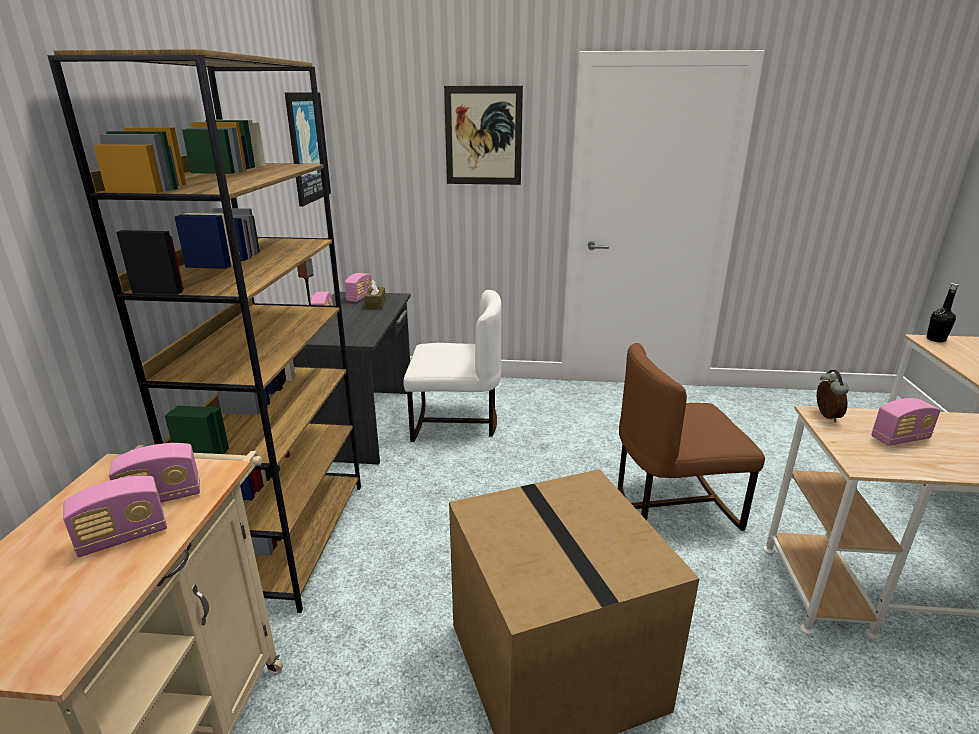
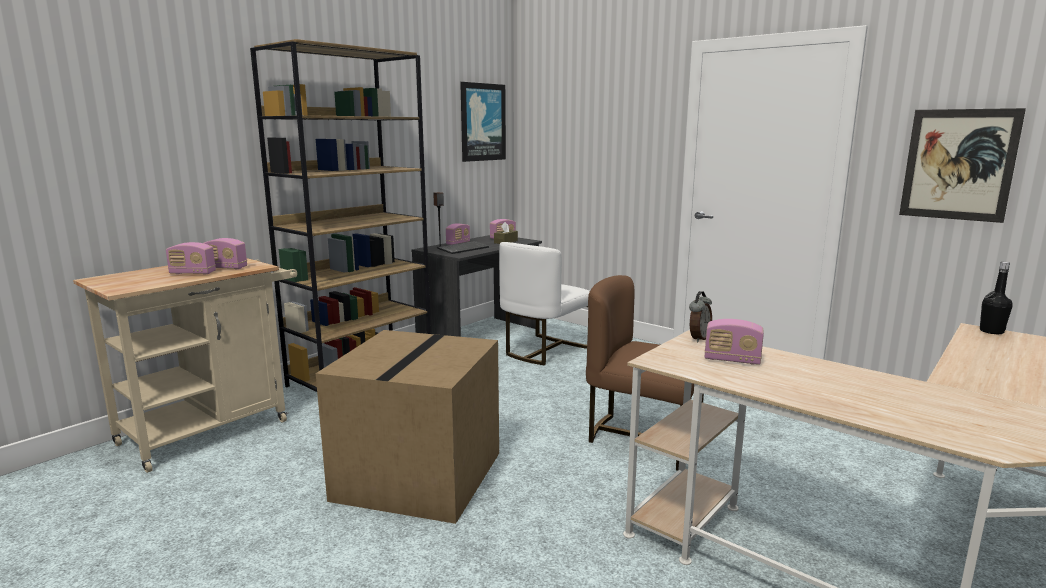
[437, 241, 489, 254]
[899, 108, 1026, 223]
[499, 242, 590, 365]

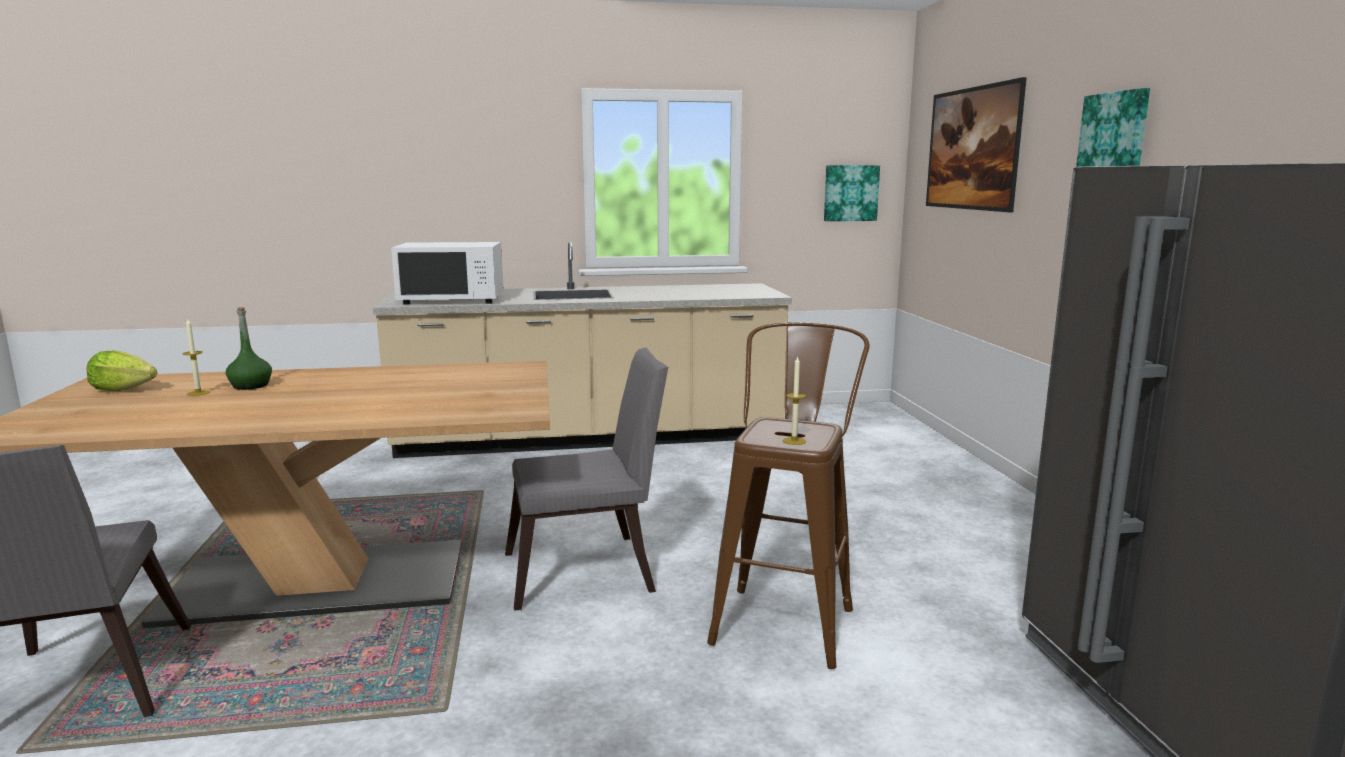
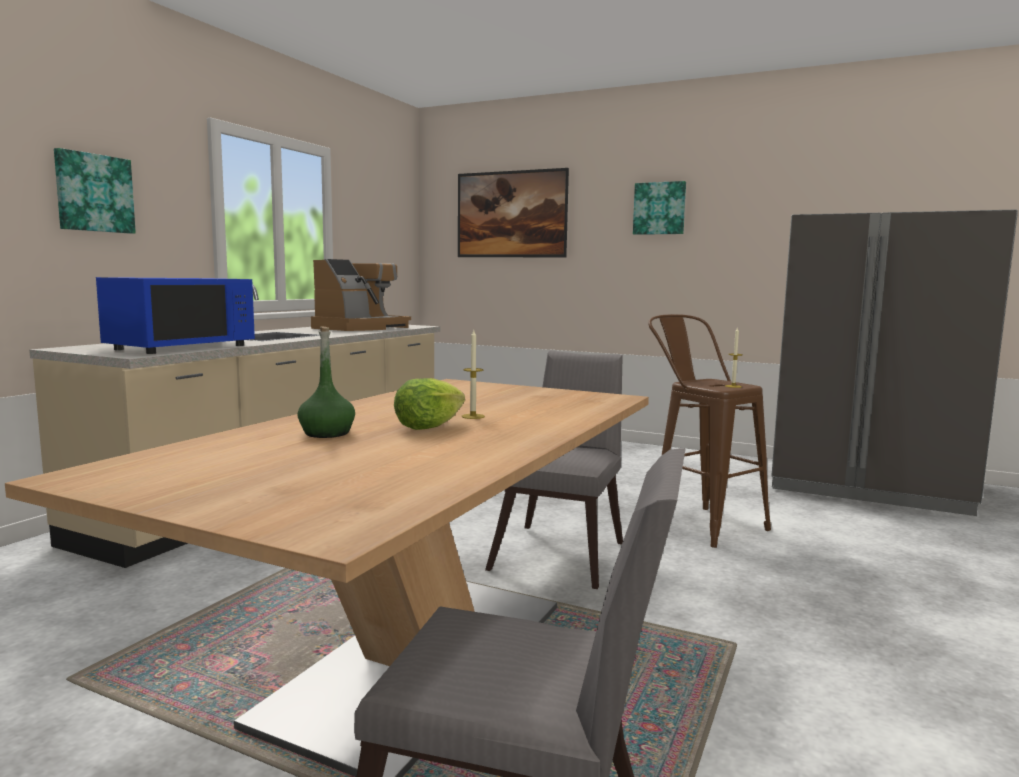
[311, 259, 411, 331]
[394, 378, 465, 430]
[462, 330, 485, 419]
[54, 148, 136, 234]
[96, 277, 255, 354]

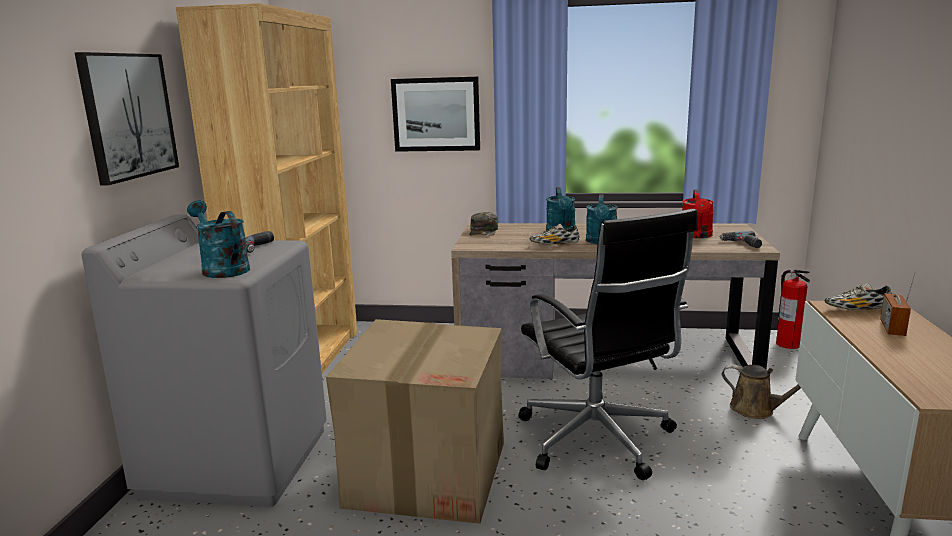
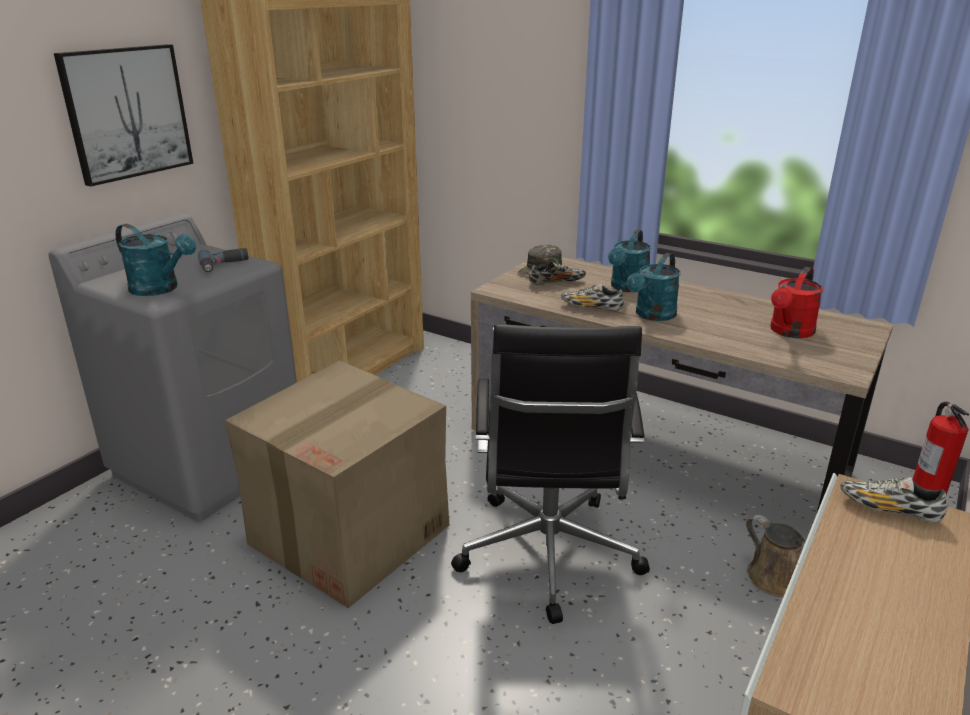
[391, 77, 480, 152] (first image)
[720, 231, 762, 248] (first image)
[880, 272, 916, 336] (first image)
[529, 262, 586, 285]
[115, 224, 196, 296]

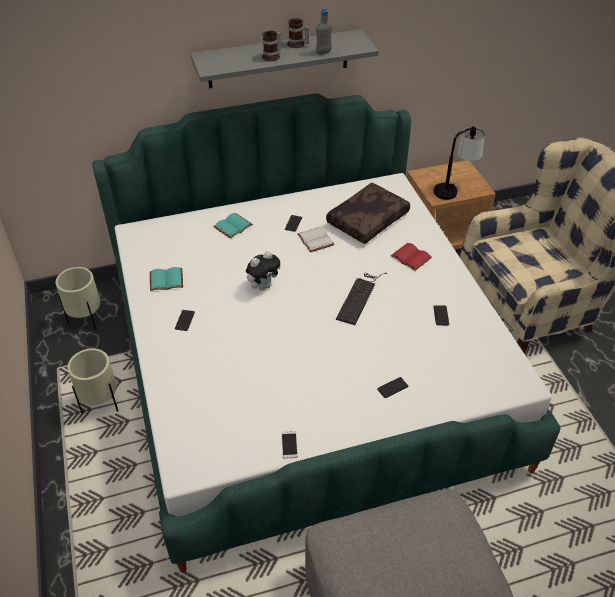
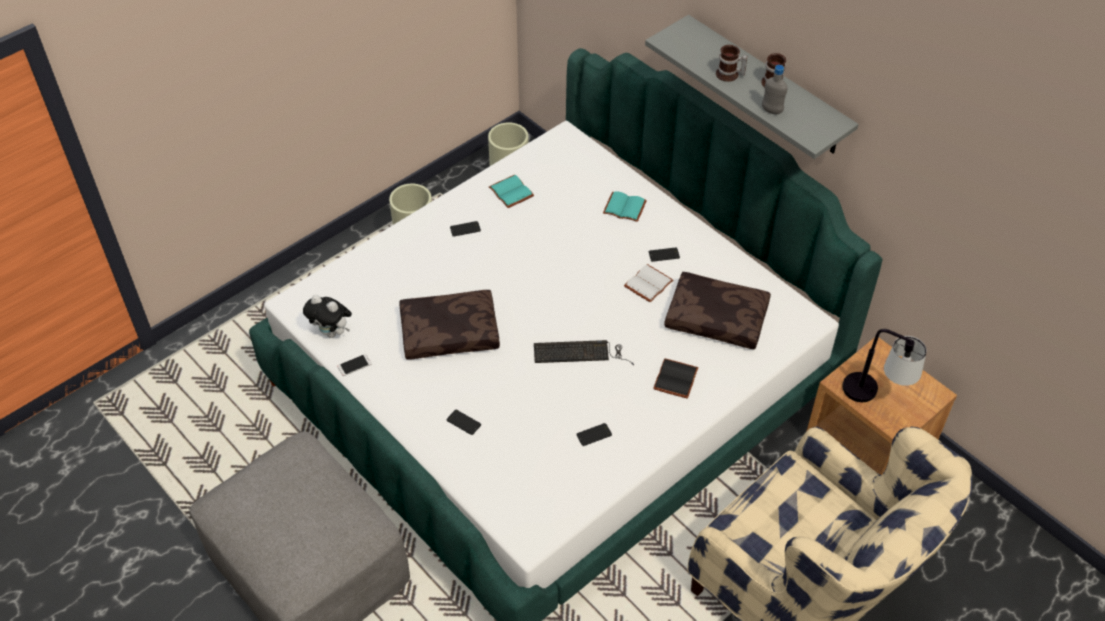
[399, 290, 500, 359]
[303, 295, 352, 338]
[653, 358, 698, 399]

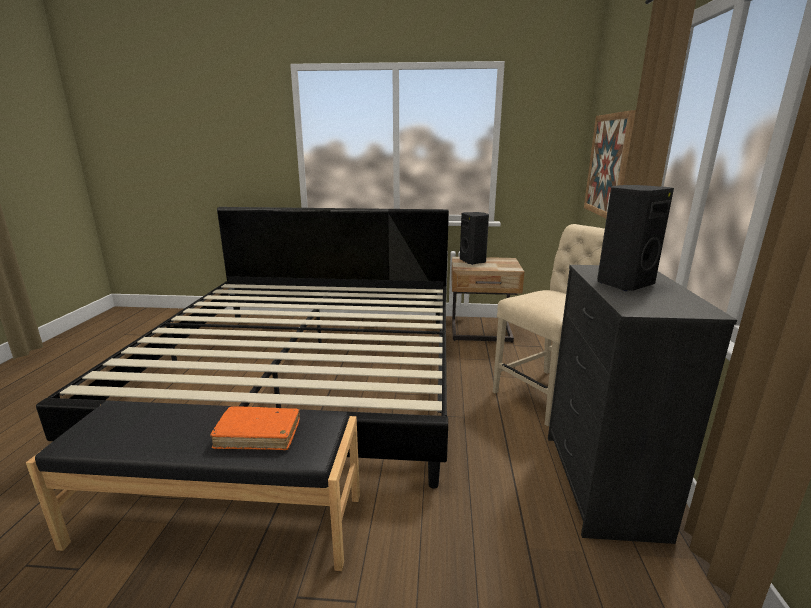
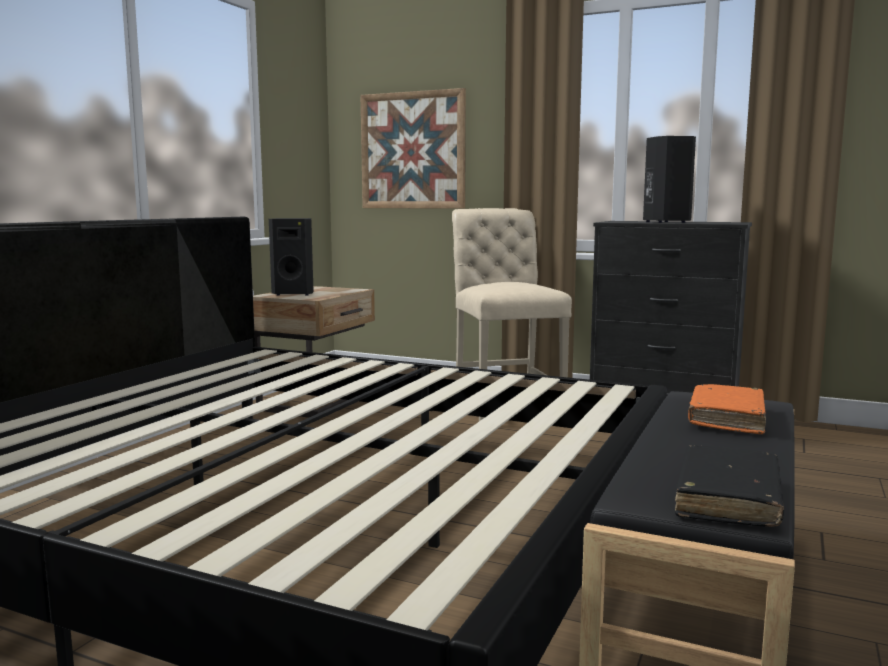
[675, 445, 784, 527]

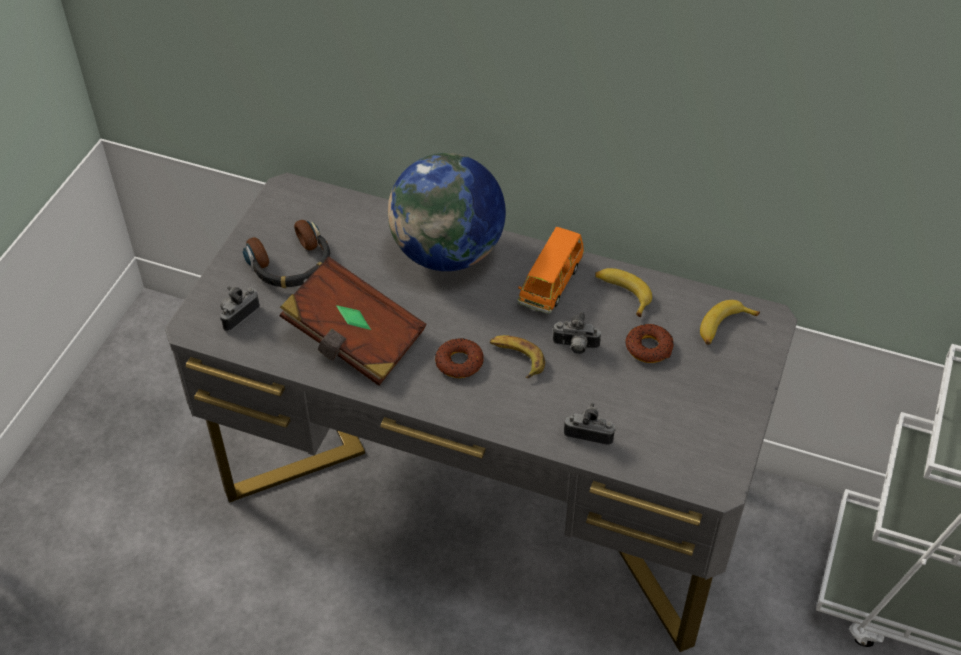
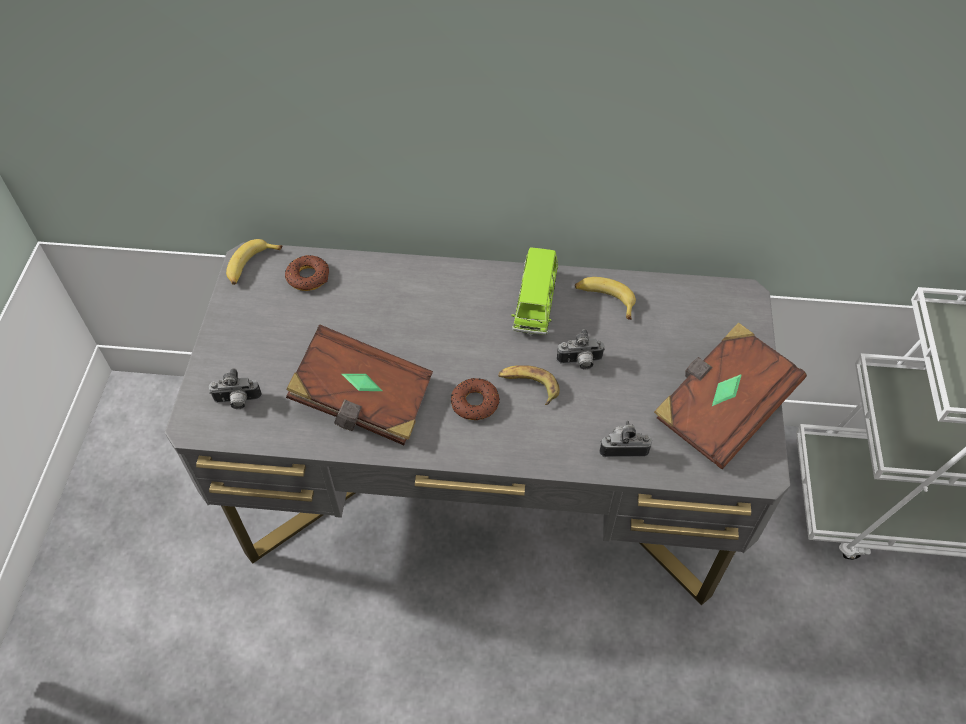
[243, 220, 330, 288] (first image)
[388, 153, 506, 271] (first image)
[654, 322, 807, 469]
[285, 255, 329, 291]
[226, 239, 283, 285]
[511, 248, 559, 335]
[209, 368, 262, 409]

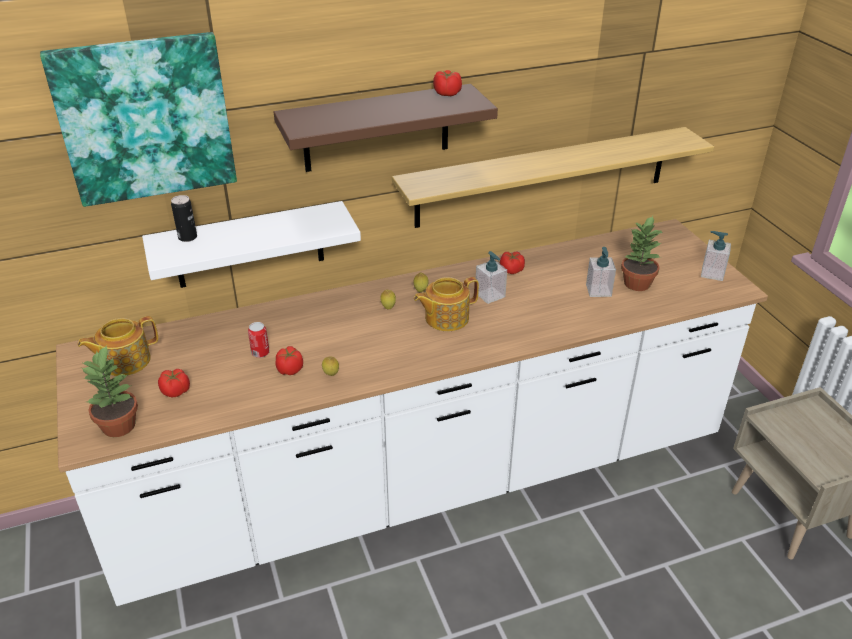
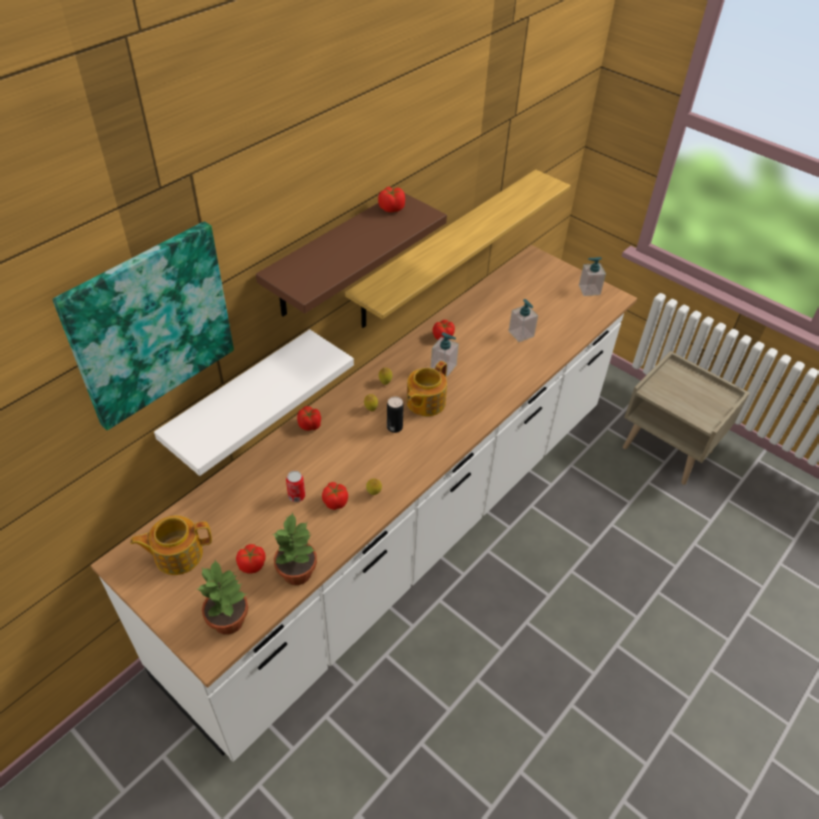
[297, 406, 321, 431]
[387, 396, 404, 433]
[273, 513, 317, 585]
[130, 516, 212, 575]

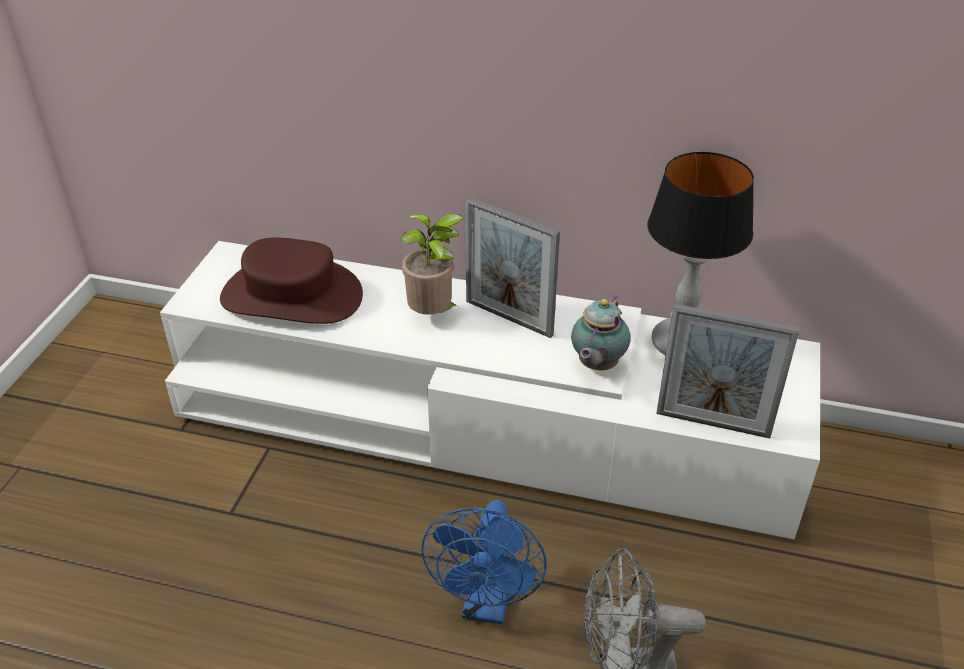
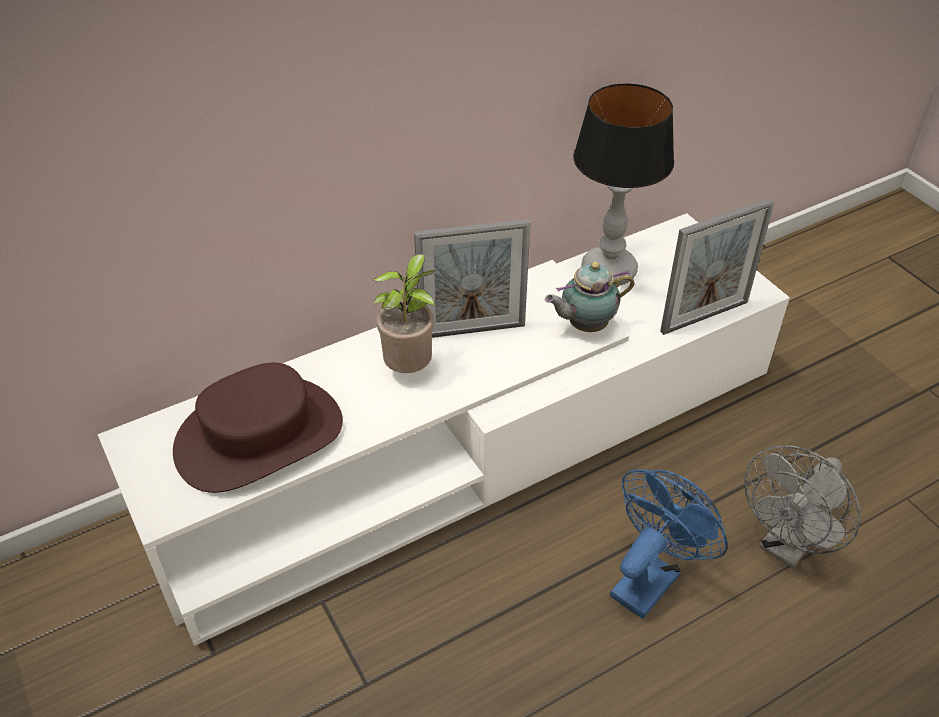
[610, 469, 728, 619]
[545, 262, 634, 332]

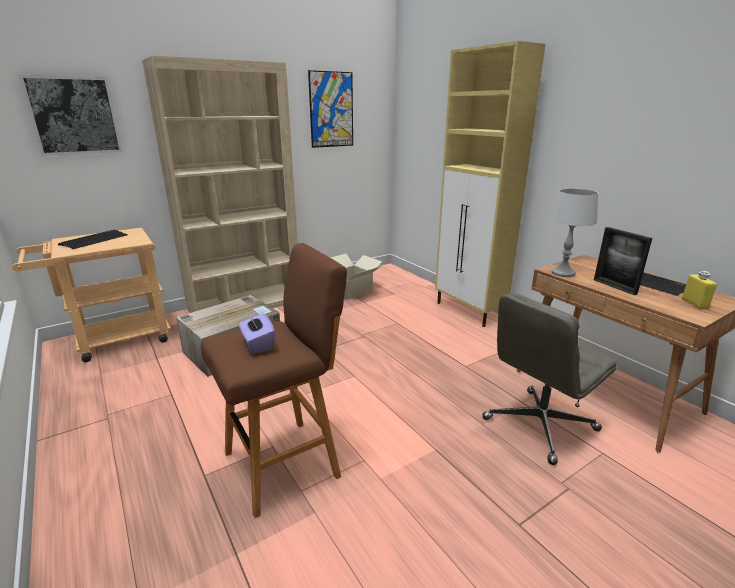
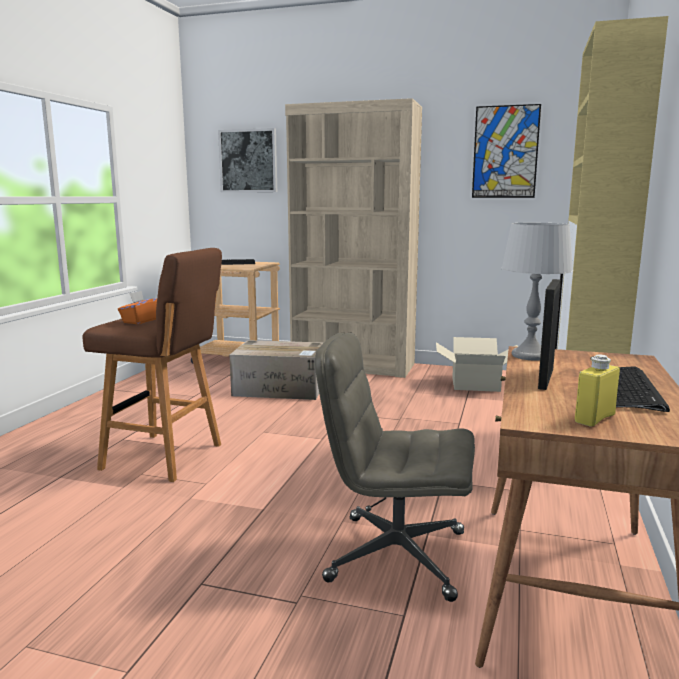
[118, 291, 157, 324]

